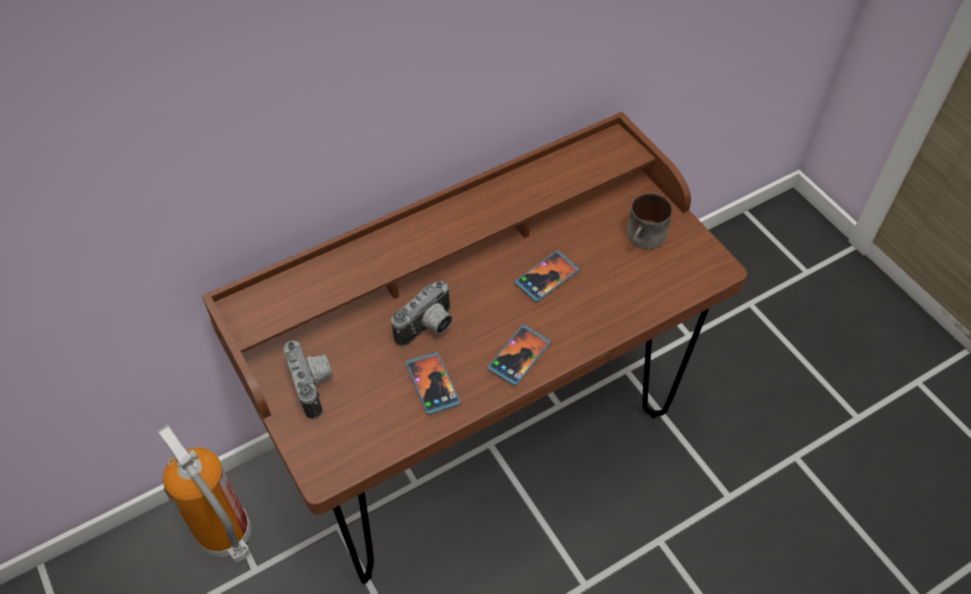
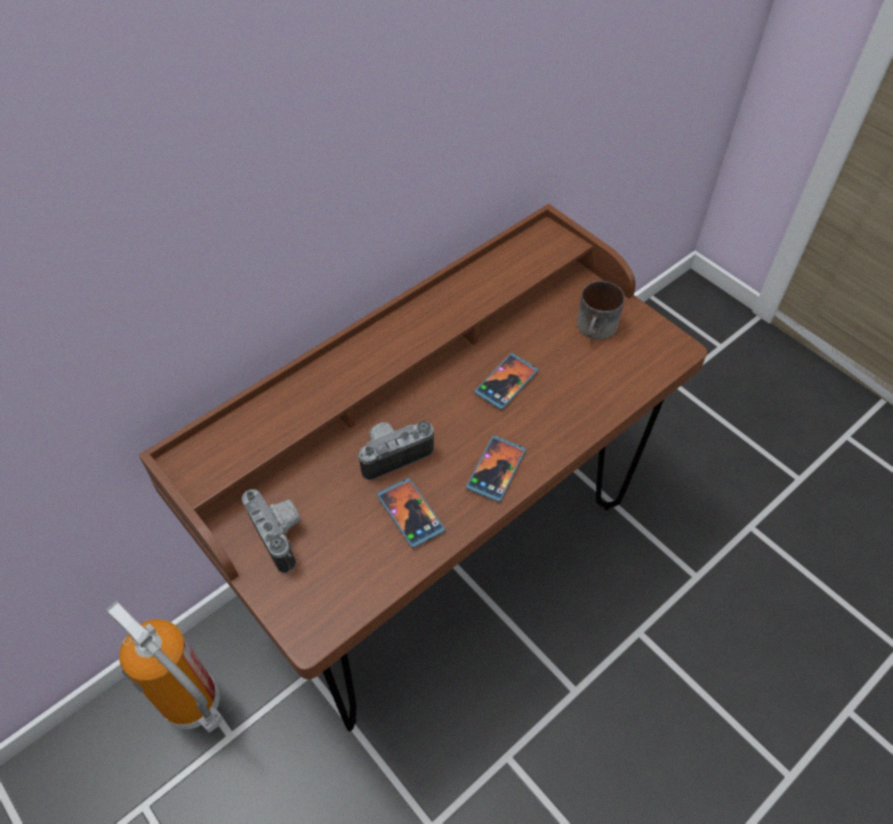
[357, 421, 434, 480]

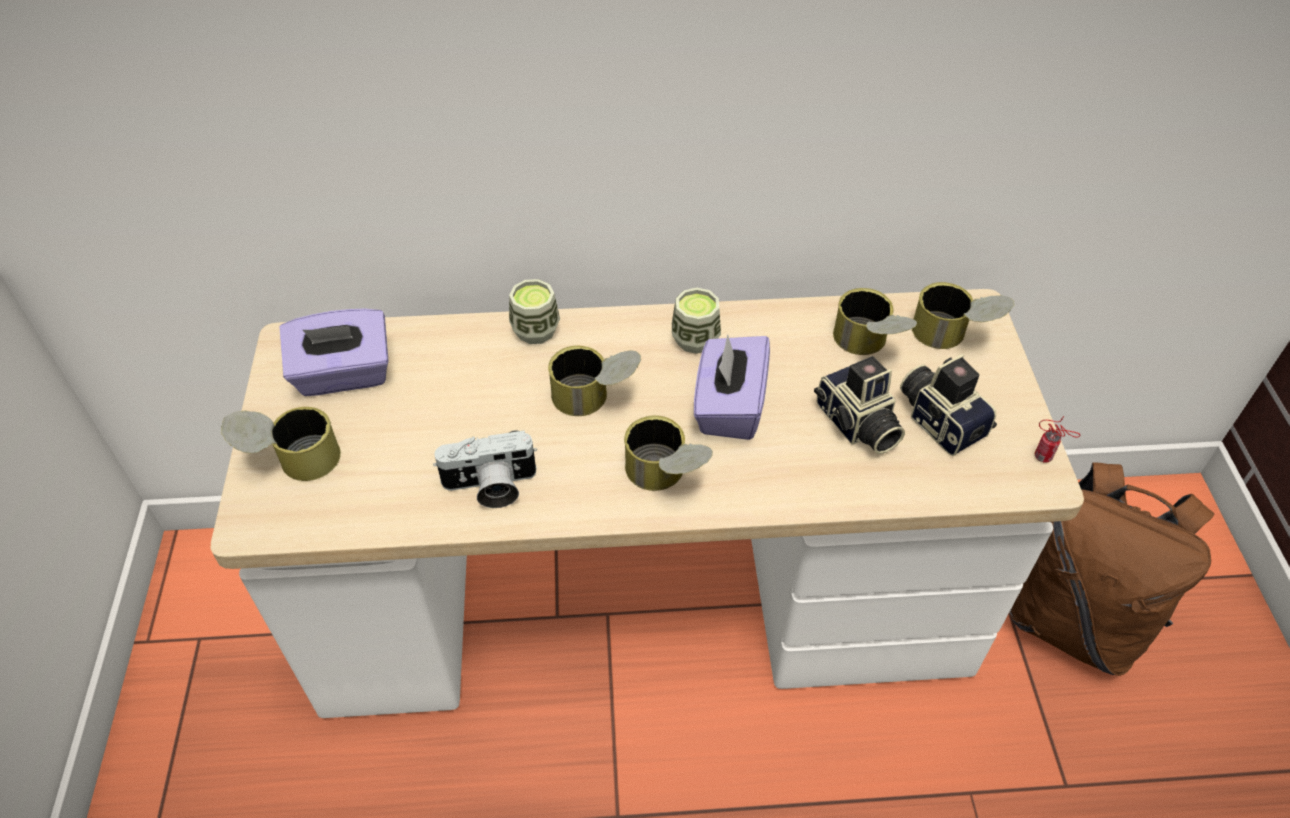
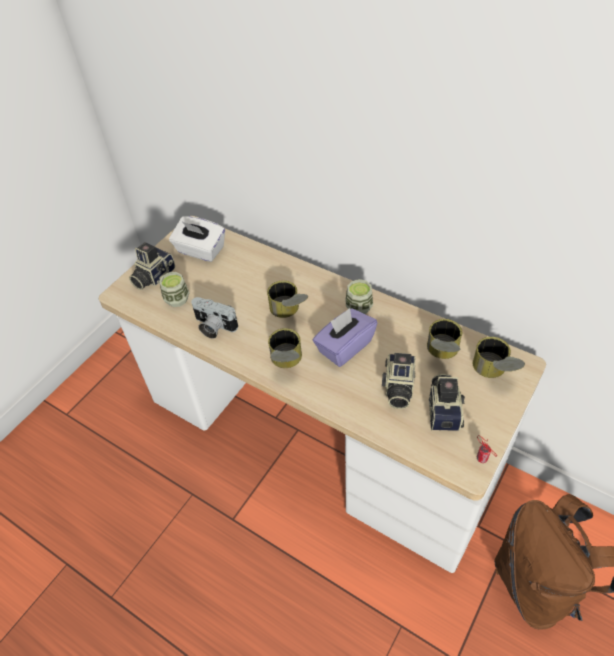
[159, 272, 189, 307]
[129, 242, 175, 290]
[169, 216, 225, 262]

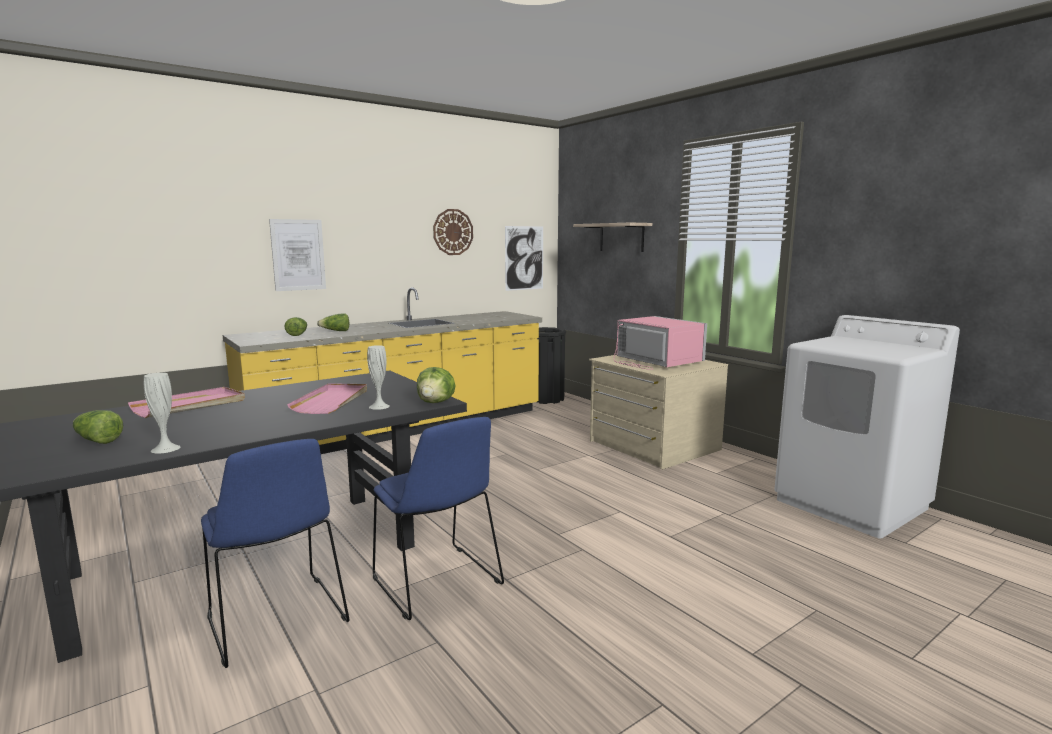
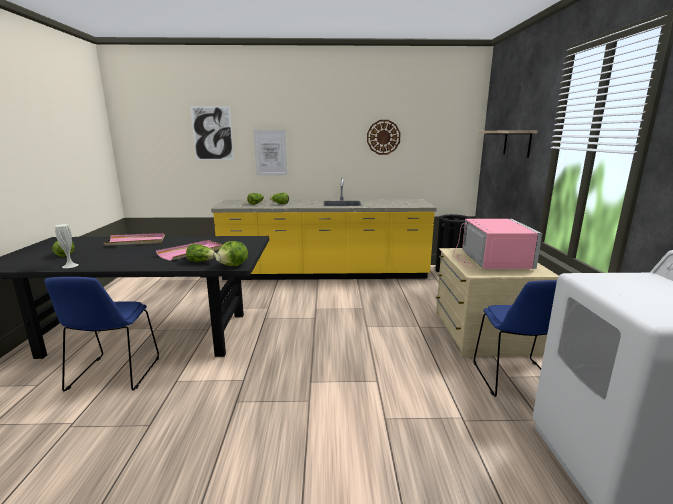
[474, 280, 557, 397]
[190, 106, 234, 160]
[186, 244, 217, 262]

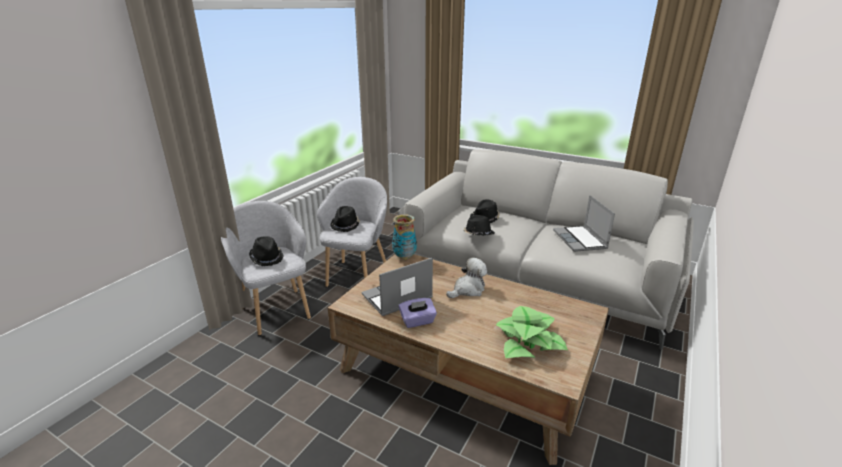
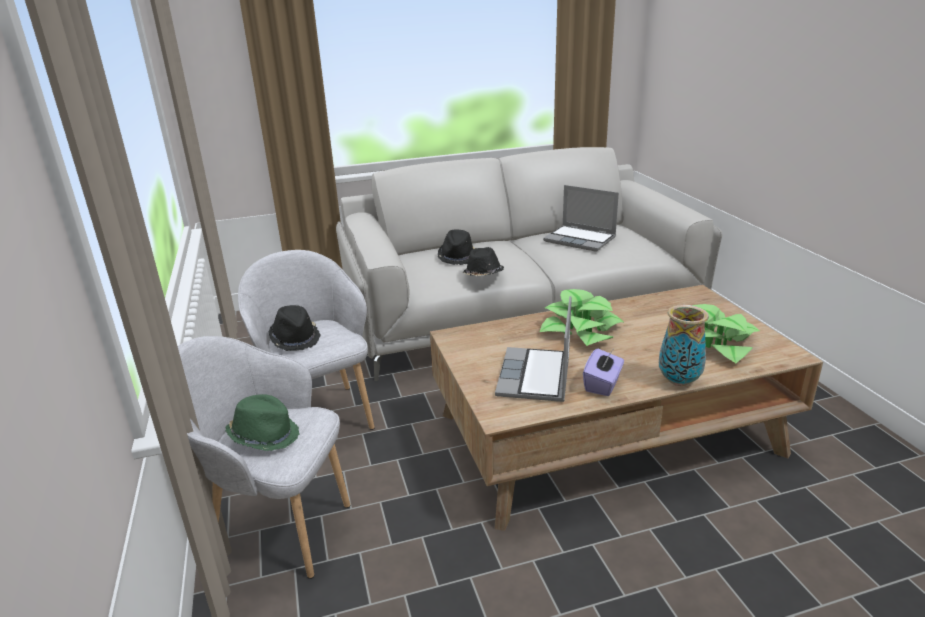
[659, 305, 709, 386]
[540, 289, 624, 346]
[225, 394, 300, 451]

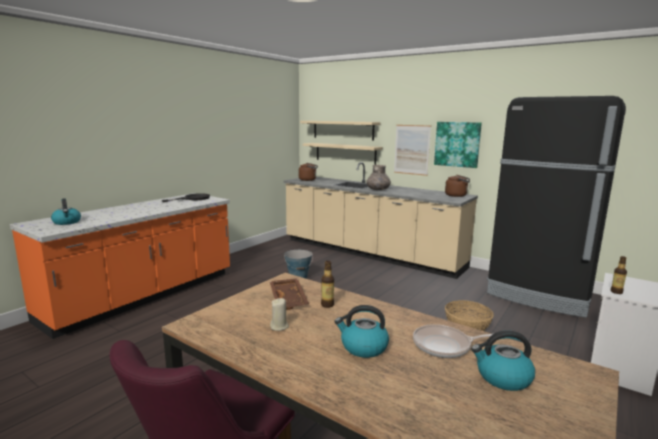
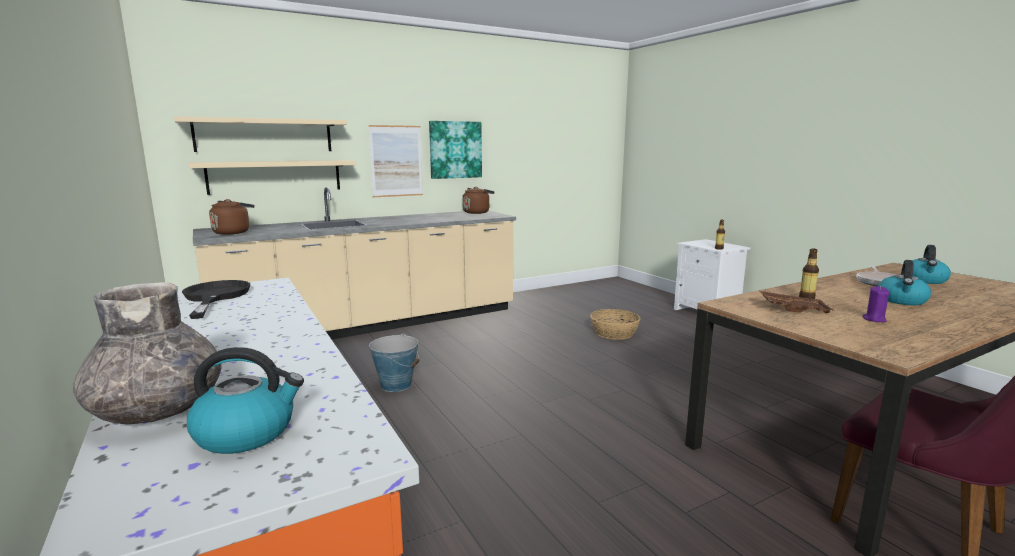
[487, 96, 626, 317] (first image)
[73, 282, 221, 425]
[863, 286, 889, 322]

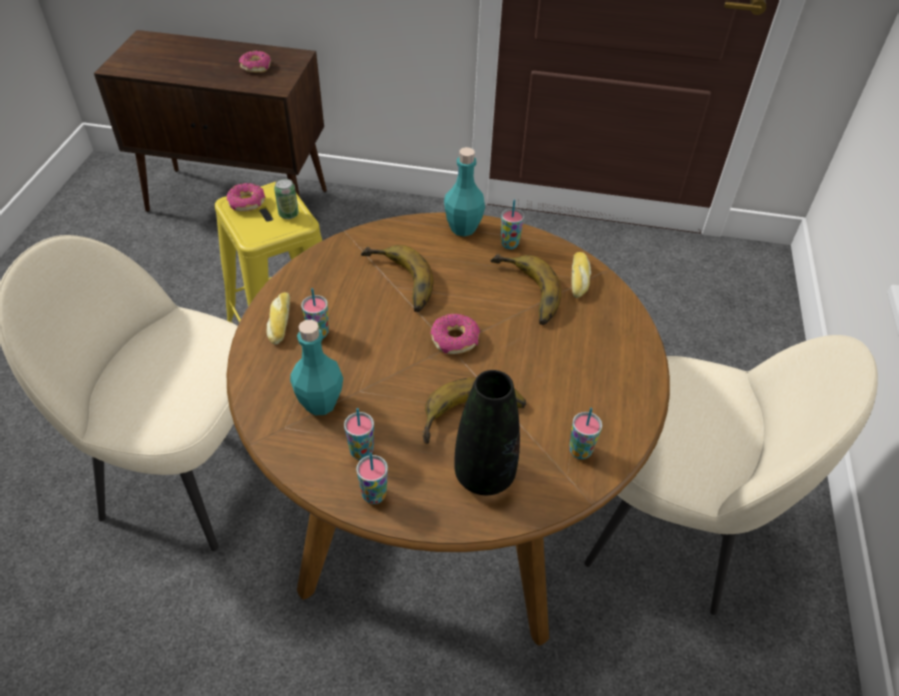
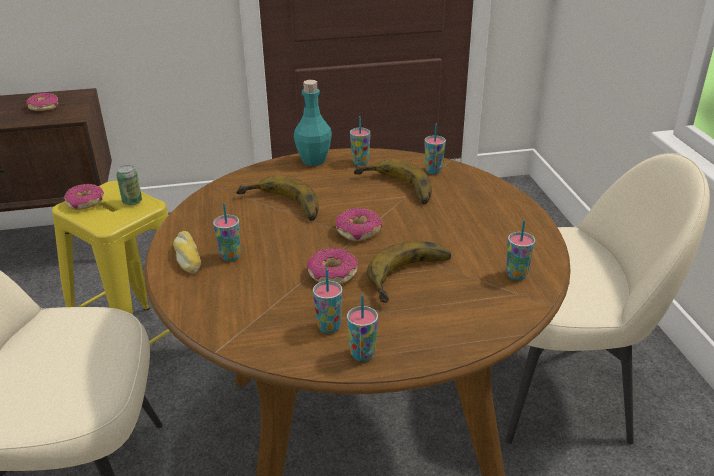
[290, 320, 343, 415] (first image)
[454, 370, 520, 495] (first image)
[307, 248, 358, 284]
[425, 124, 446, 174]

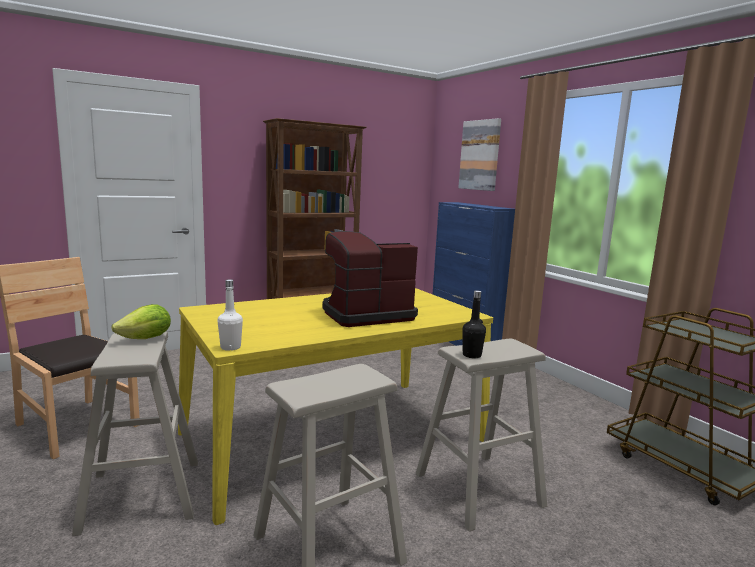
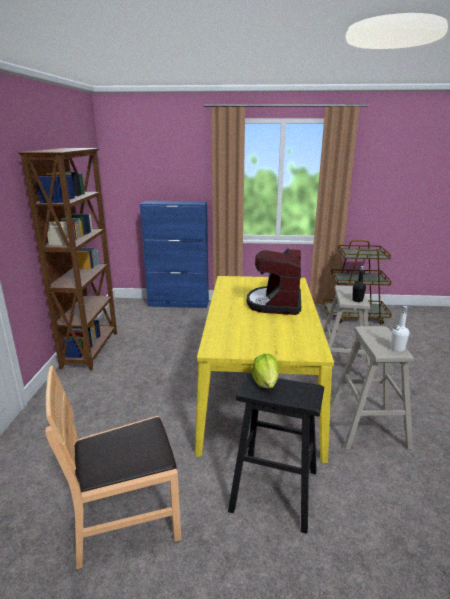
[458, 118, 501, 191] (first image)
[391, 306, 409, 352]
[228, 373, 324, 534]

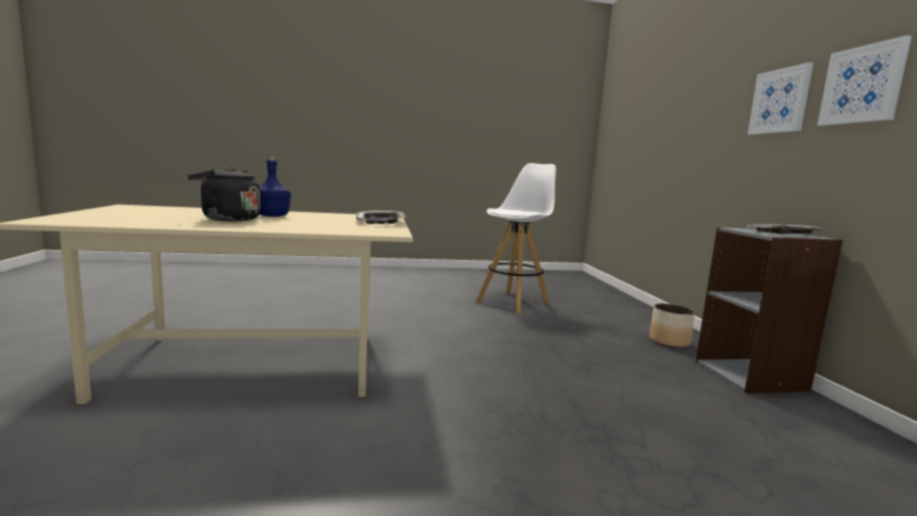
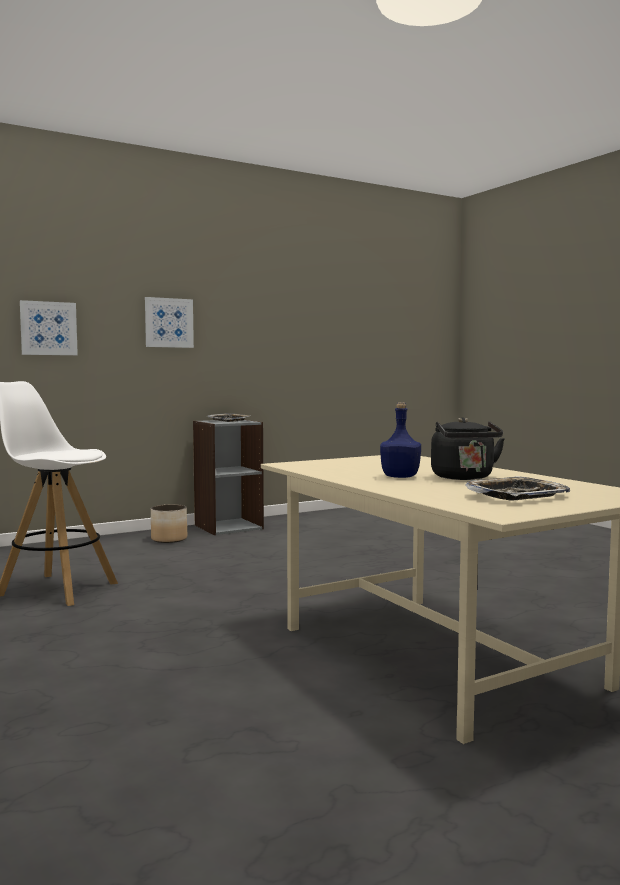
[465, 476, 570, 500]
[20, 300, 78, 355]

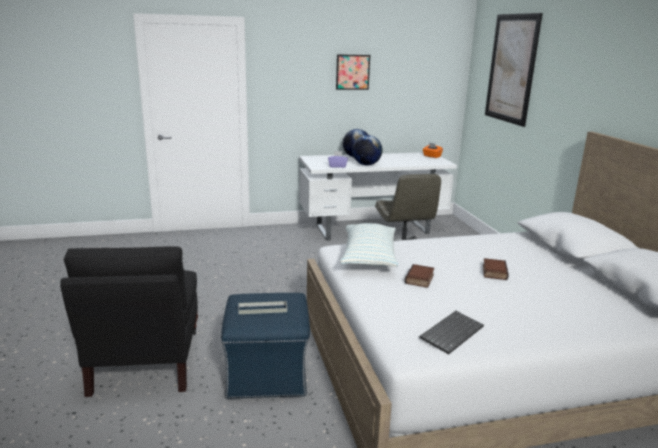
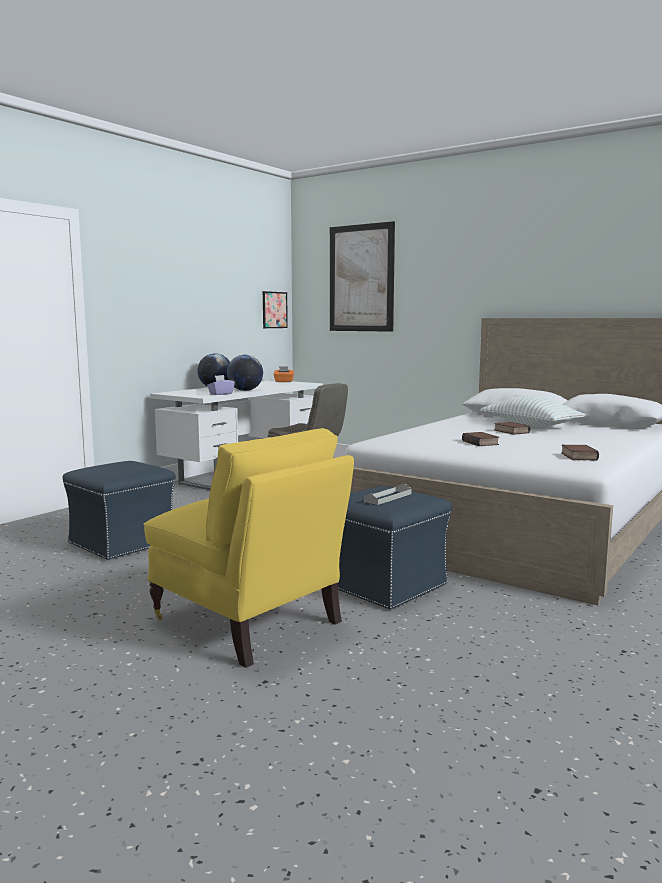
[63, 461, 176, 560]
[263, 291, 288, 328]
[480, 396, 586, 427]
[561, 445, 599, 460]
[144, 428, 354, 668]

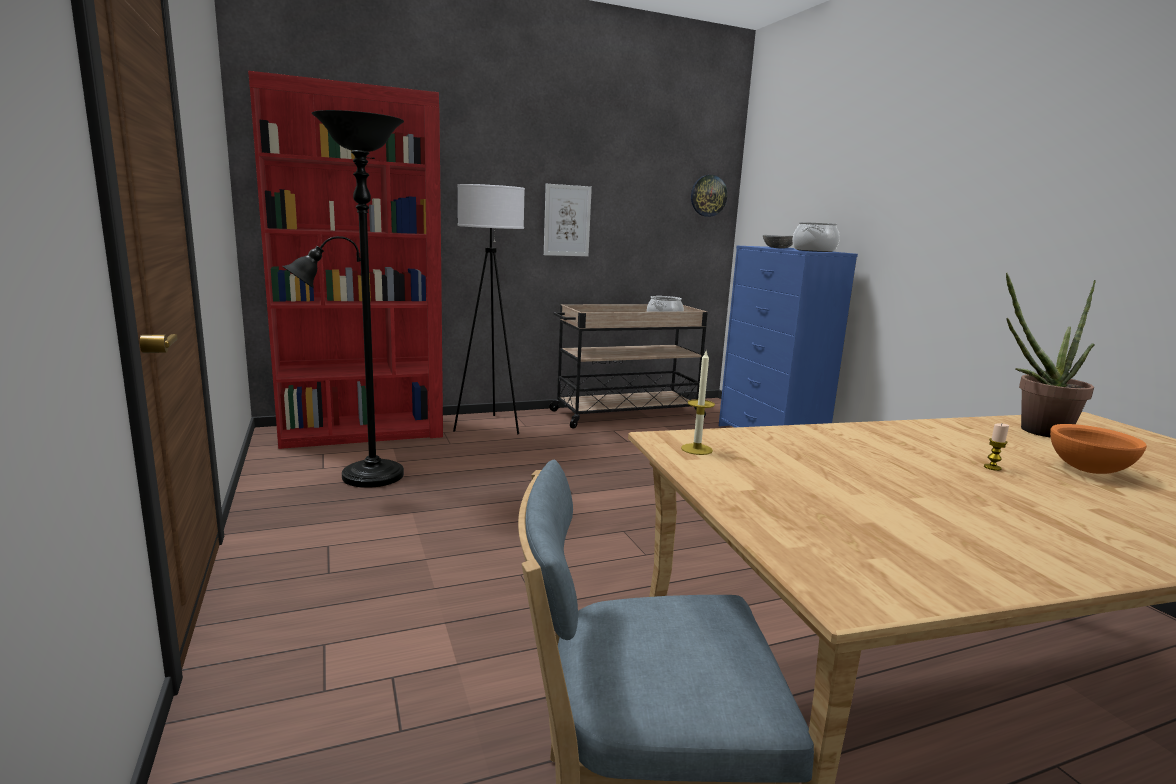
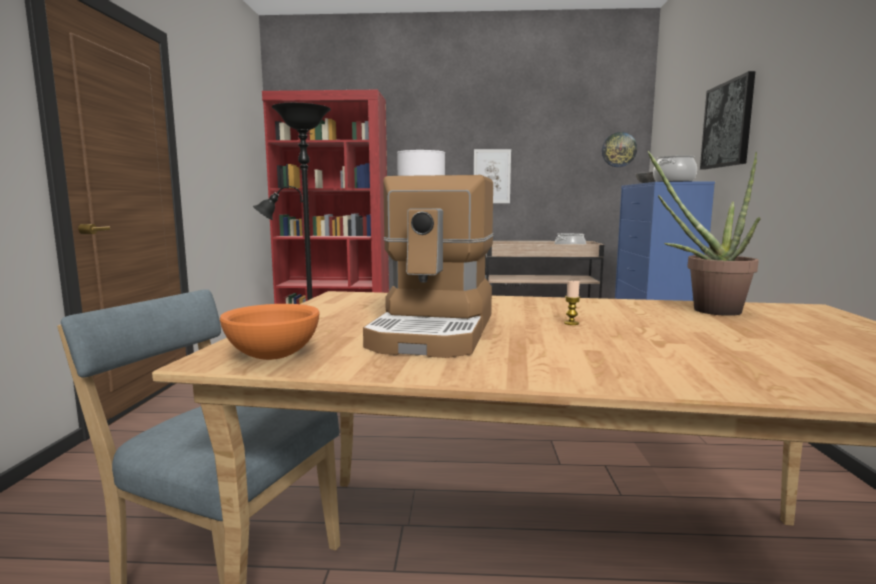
[681, 351, 715, 455] (first image)
[363, 175, 494, 358]
[700, 71, 756, 169]
[220, 304, 320, 360]

